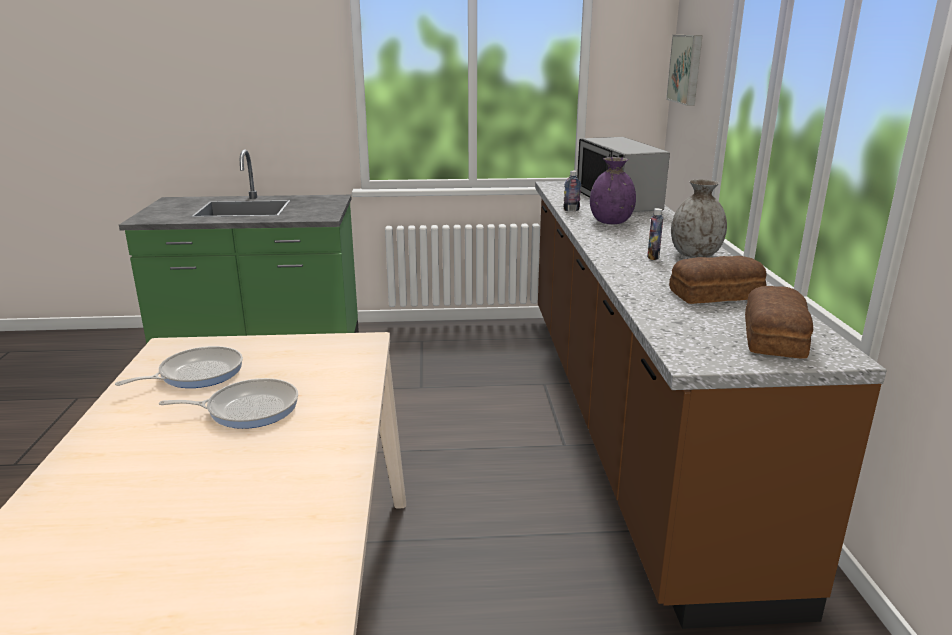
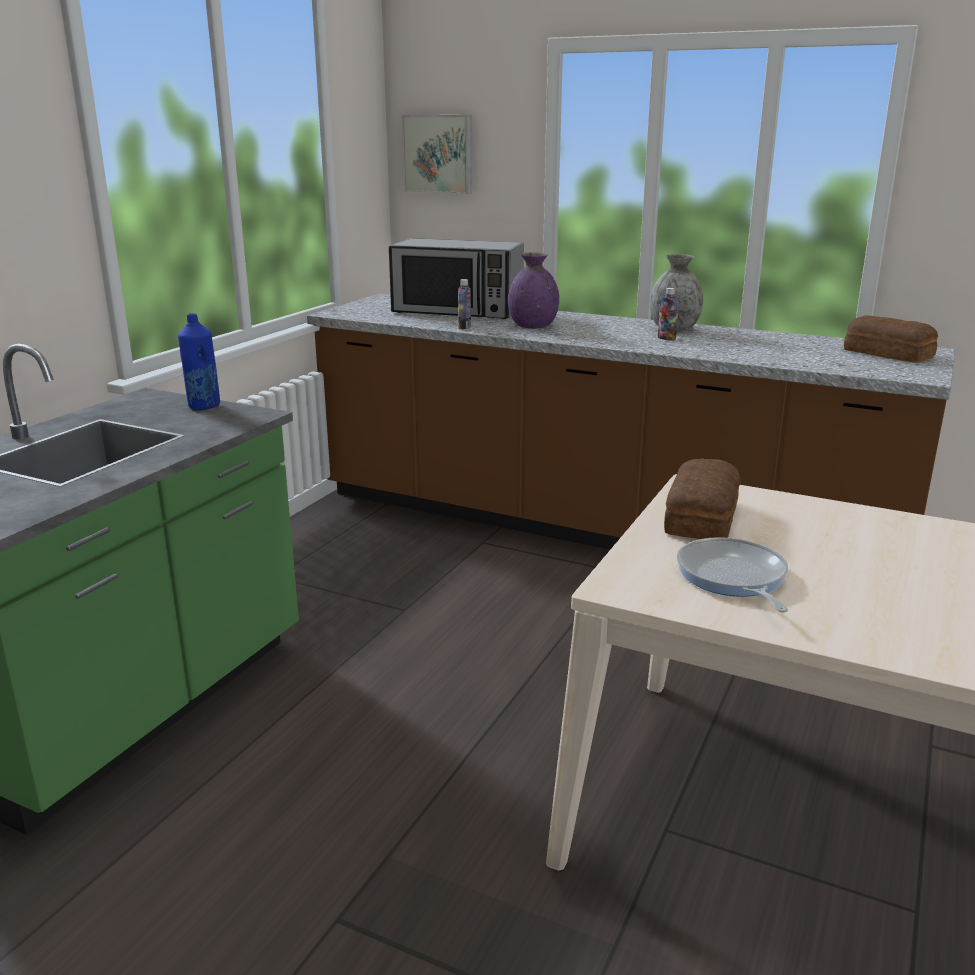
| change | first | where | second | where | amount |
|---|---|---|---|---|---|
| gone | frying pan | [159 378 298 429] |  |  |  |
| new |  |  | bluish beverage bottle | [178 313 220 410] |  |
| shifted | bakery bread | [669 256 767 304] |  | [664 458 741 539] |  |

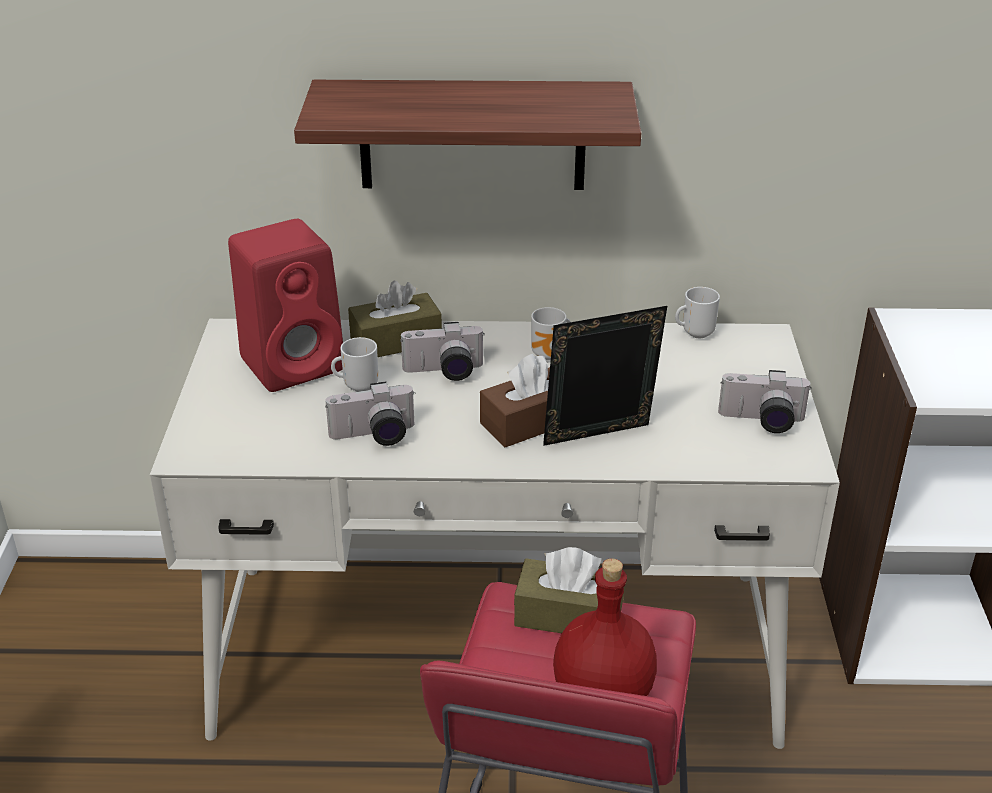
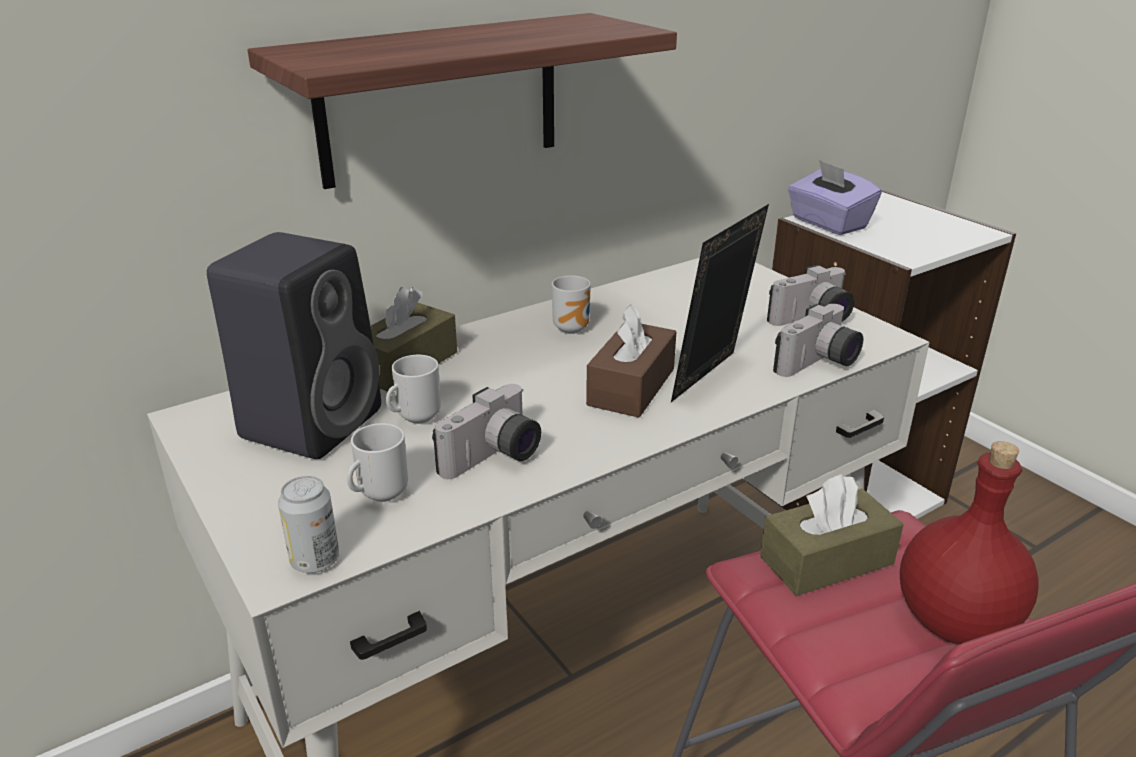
| change | first | where | second | where | amount |
|---|---|---|---|---|---|
| new |  |  | can | [278 476 339 573] |  |
| new |  |  | purplish tissue holder | [788 160 882 235] |  |
| shifted | still camera | [400 322 485 381] |  | [773 304 863 377] |  |
| shifted | coffee mug | [675 287 720 338] |  | [347 423 408 502] |  |
| repainted | red audio speaker | [228 219 343 392] | blackish audio speaker | [207 232 381 459] |  |

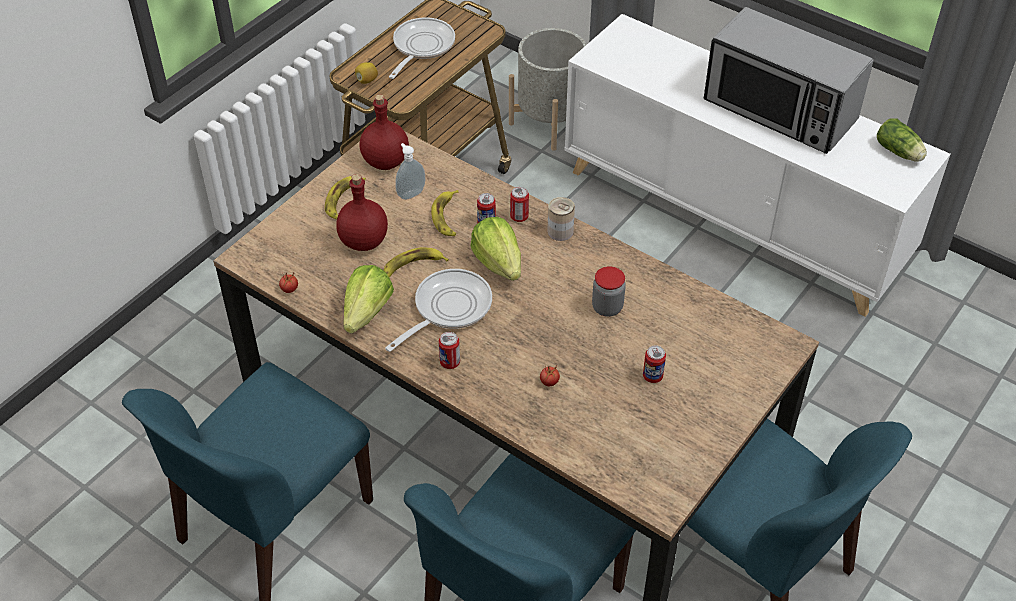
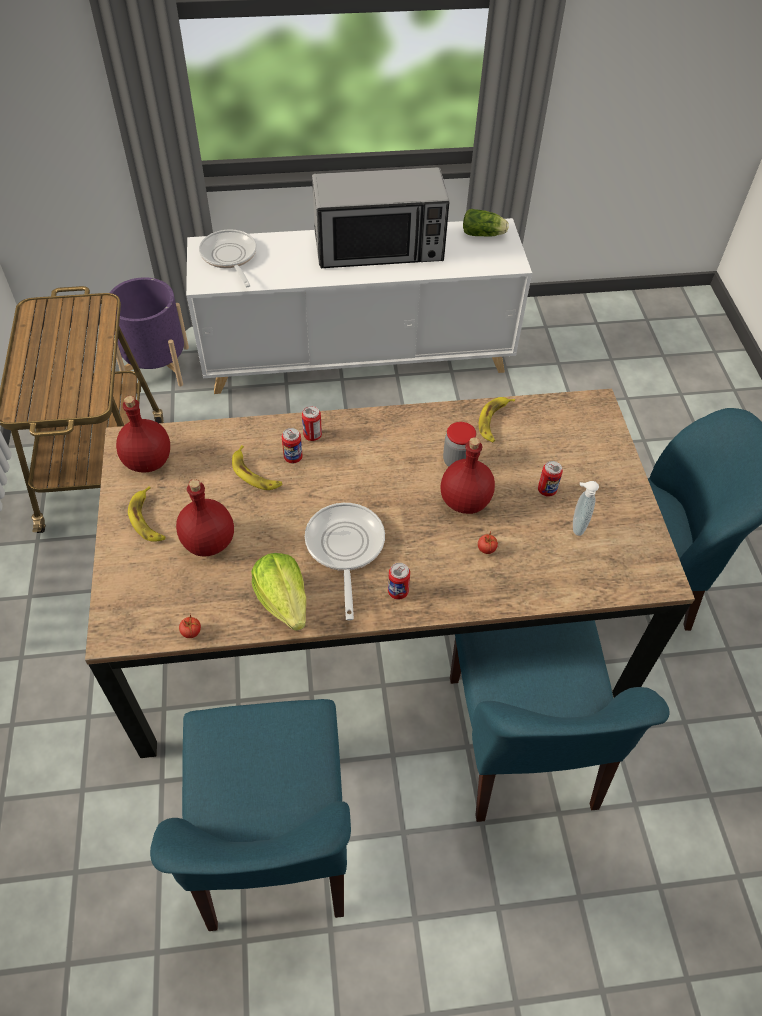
| change | first | where | second | where | amount |
|---|---|---|---|---|---|
| gone | whole lemon | [355 62 378 84] |  |  |  |
| gone | lettuce head | [471 217 521 281] |  |  |  |
| gone | can | [547 197 575 241] |  |  |  |
| new |  |  | red beverage bottle | [441 437 495 514] |  |
| shifted | banana | [383 247 449 277] |  | [479 397 515 442] |  |
| shifted | frying pan | [389 17 455 79] |  | [199 229 257 287] |  |
| shifted | soap bottle | [395 143 425 200] |  | [573 481 599 536] |  |
| repainted | greyish plant pot | [509 28 587 151] | purplish plant pot | [109 277 189 386] |  |

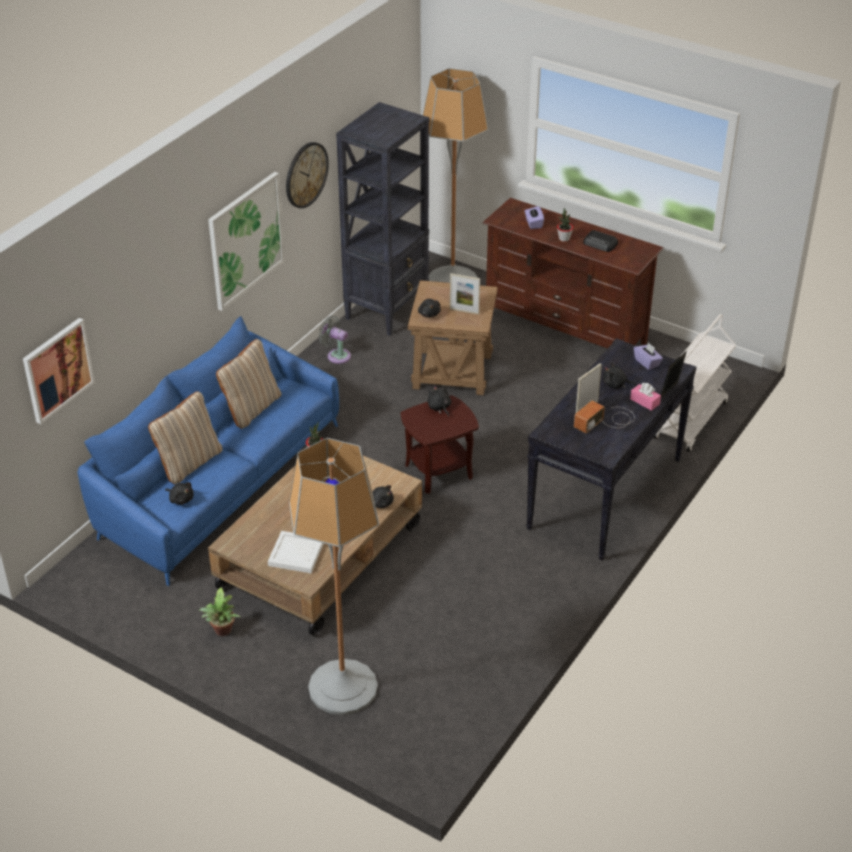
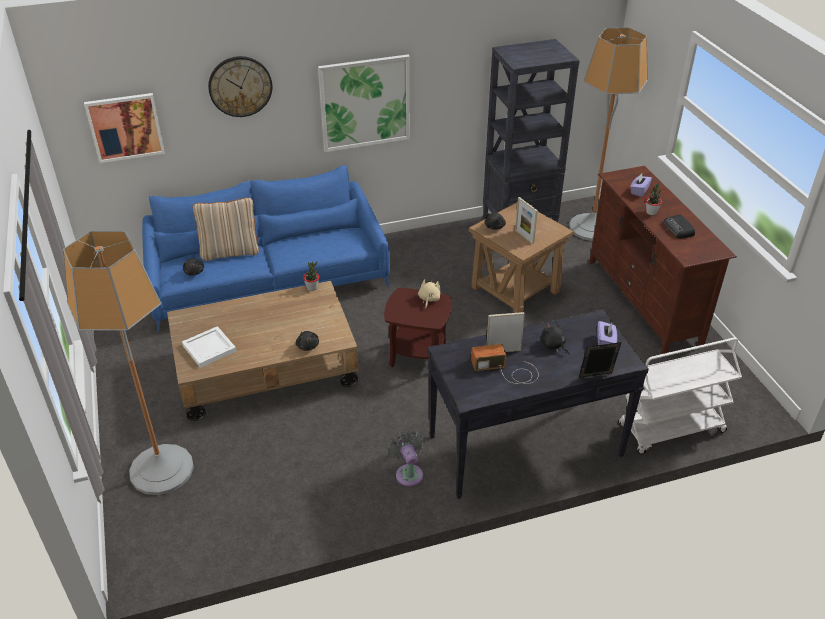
| change | first | where | second | where | amount |
|---|---|---|---|---|---|
| gone | houseplant | [199 587 241 636] |  |  |  |
| gone | sand-coloured throw pillow | [216 339 281 429] |  |  |  |
| gone | pinkish tissue holder | [630 383 661 411] |  |  |  |
| shifted | clock on the wall | [286 142 329 208] |  | [208 56 272 117] |  |
| shifted | greyish electric fan | [318 316 351 364] |  | [388 430 424 487] |  |
| repainted | blackish plush toy | [427 386 451 417] | sand-coloured plush toy | [418 278 441 309] |  |

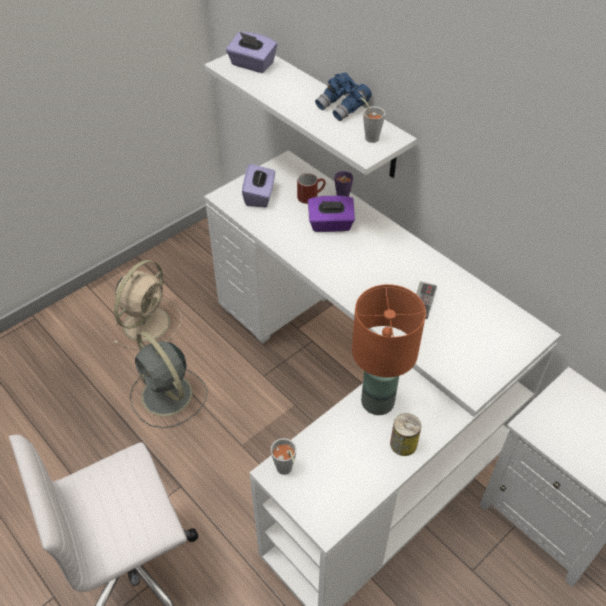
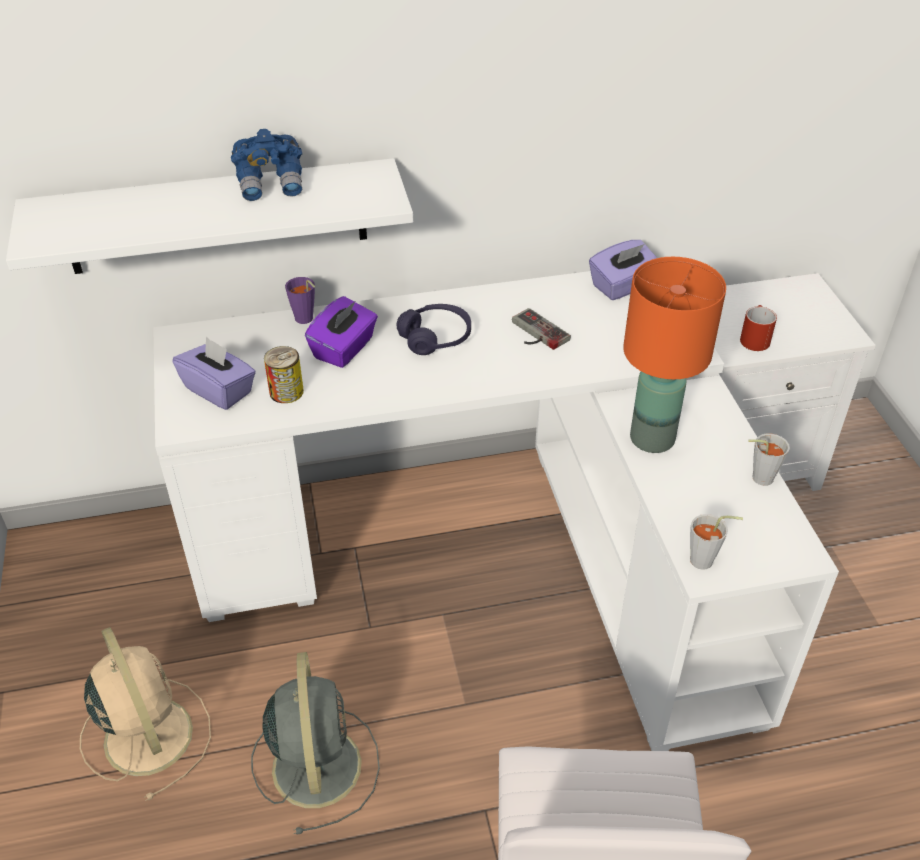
| change | first | where | second | where | amount |
|---|---|---|---|---|---|
| new |  |  | purplish headset | [396 304 471 355] |  |
| shifted | purplish tissue holder | [226 32 277 73] |  | [589 240 657 300] |  |
| shifted | red coffee mug | [297 173 326 204] |  | [740 305 777 351] |  |
| shifted | greyish small cup | [360 97 385 143] |  | [748 433 790 486] |  |
| shifted | can | [390 413 421 456] |  | [264 346 304 403] |  |
| rotated | greyish electric fan | [130 332 207 428] |  | [251 652 380 835] | 90 degrees counterclockwise |

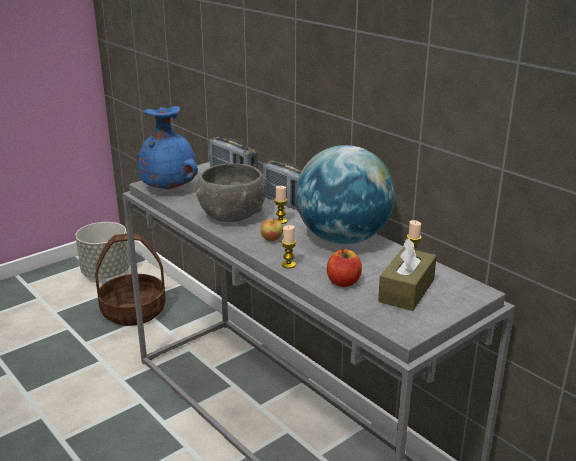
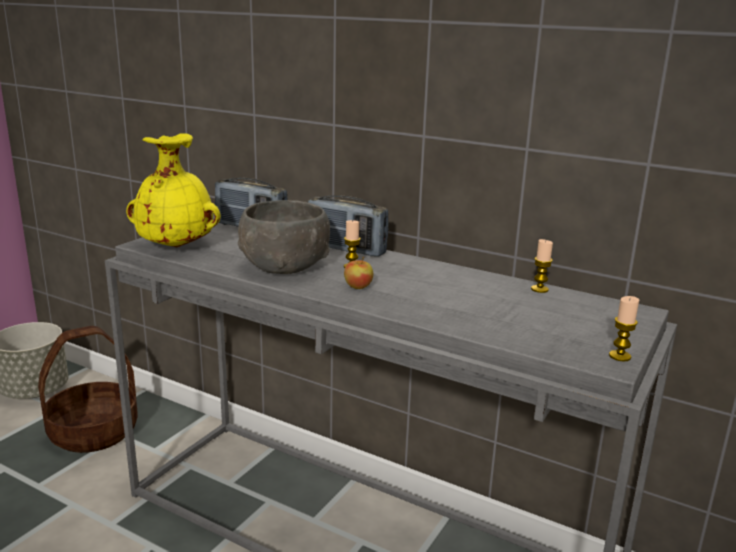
| change | first | where | second | where | amount |
|---|---|---|---|---|---|
| gone | world globe | [296 145 395 244] |  |  |  |
| gone | whole apple | [327 249 362 287] |  |  |  |
| gone | brownish tissue holder | [378 238 437 311] |  |  |  |
| shifted | wax light | [282 225 296 269] |  | [609 296 639 362] |  |
| repainted | bluish vase | [136 106 198 189] | yellow vase | [126 133 221 247] |  |

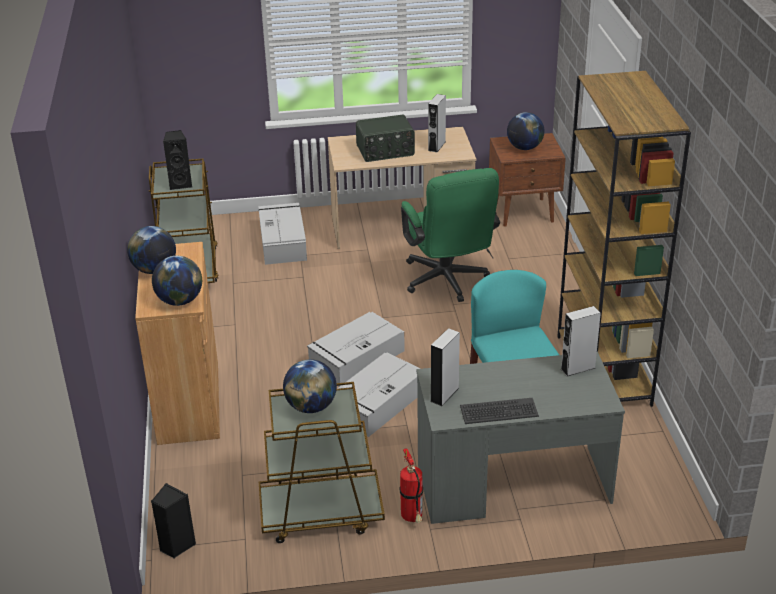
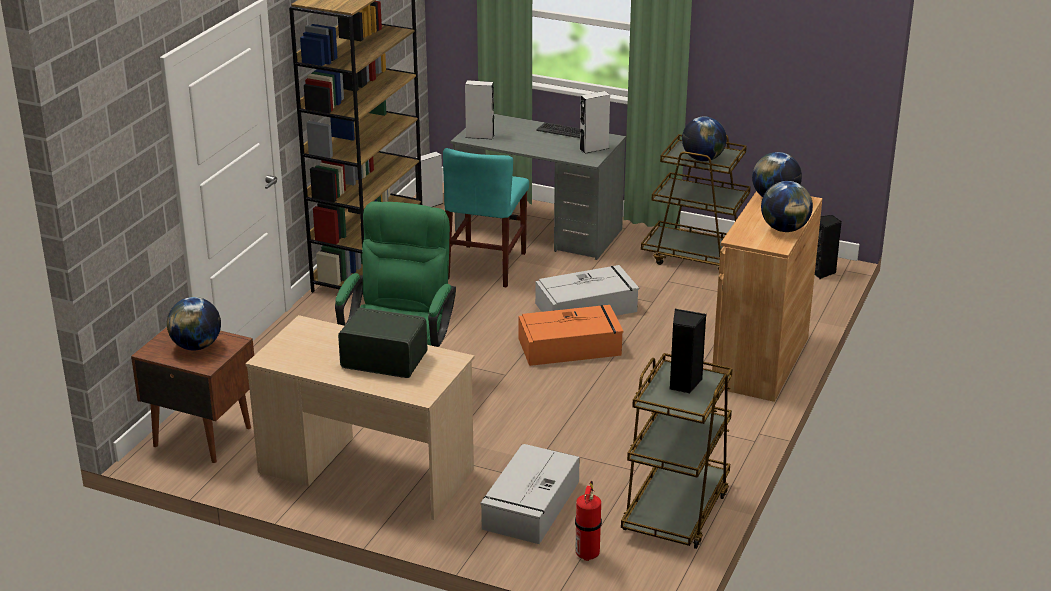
| change | first | where | second | where | amount |
|---|---|---|---|---|---|
| shifted | fire-fighting cylinder | [400 448 423 523] |  | [575 481 602 561] |  |
| shifted | greyish audio speaker | [428 94 446 152] |  | [415 152 443 207] |  |
| repainted | greyish storage container | [307 312 405 387] | orangey storage container | [518 305 623 366] |  |

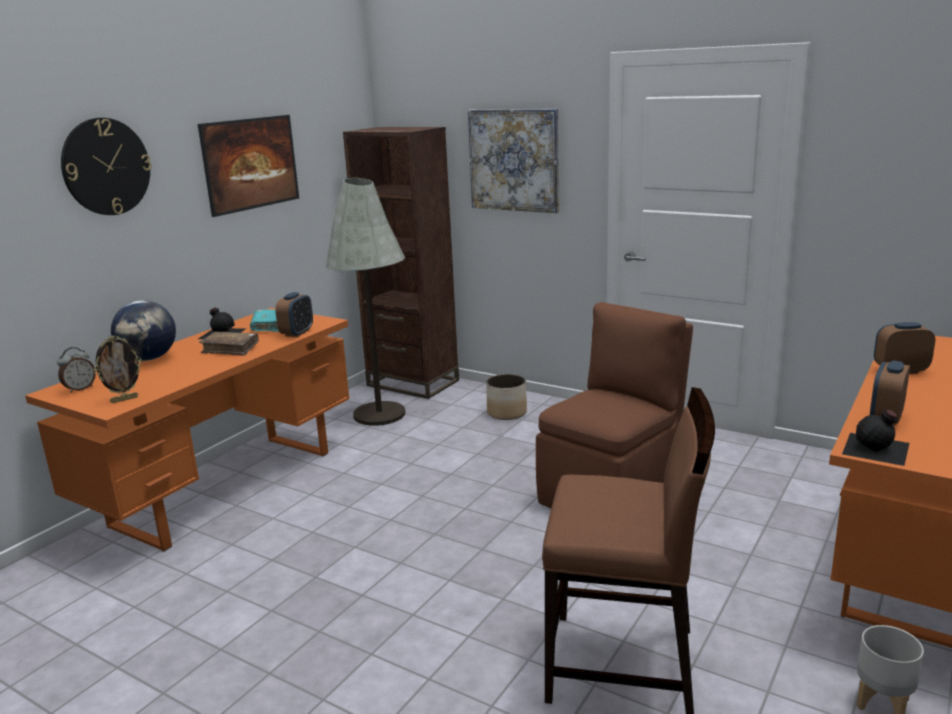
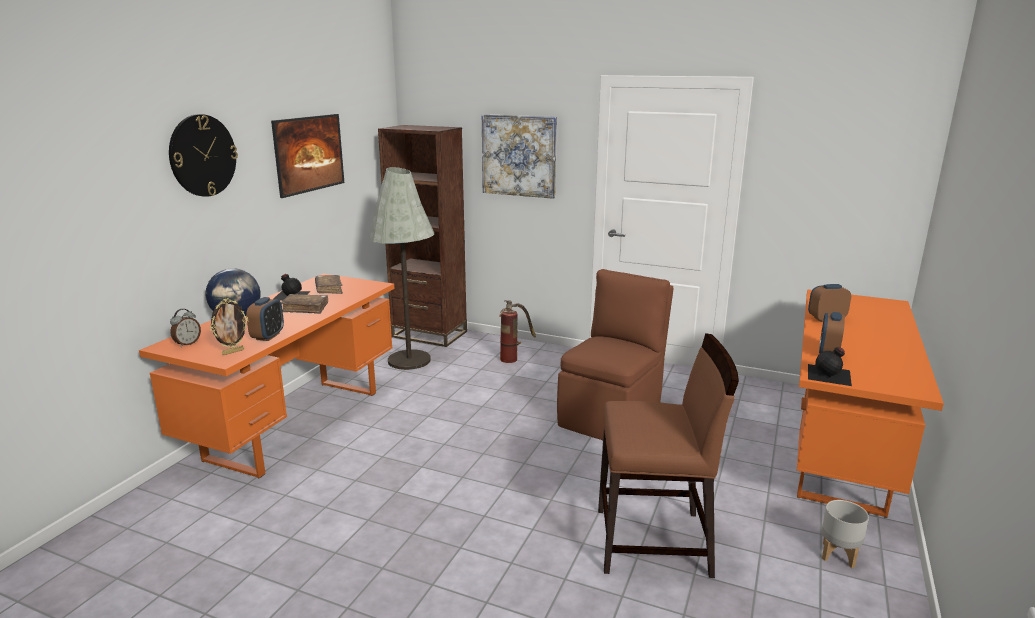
| change | first | where | second | where | amount |
|---|---|---|---|---|---|
| shifted | table clock | [275 292 313 337] |  | [246 297 284 341] |  |
| swapped | plant pot | [486 374 527 420] | fire-fighting cylinder | [499 300 536 363] |  |
| repainted | turquoise-coloured book | [250 309 279 332] | brownish book | [315 275 343 294] |  |

